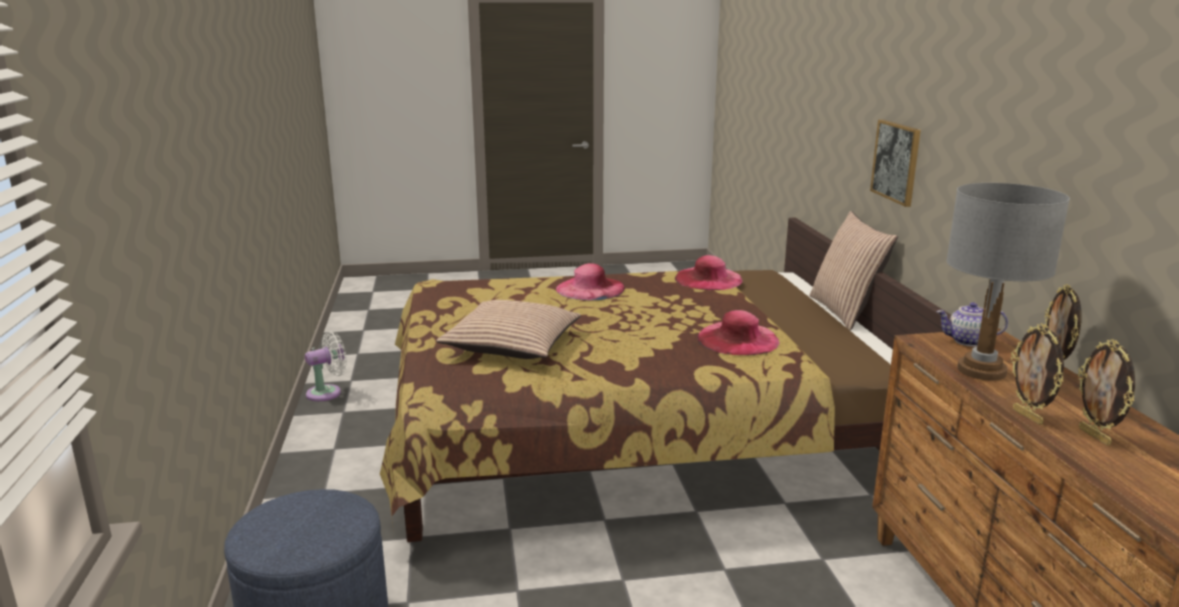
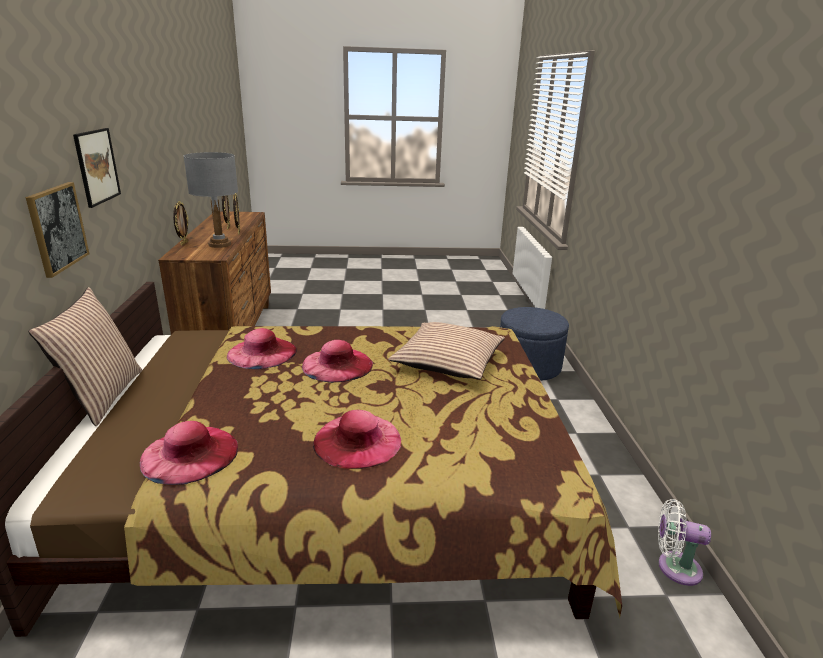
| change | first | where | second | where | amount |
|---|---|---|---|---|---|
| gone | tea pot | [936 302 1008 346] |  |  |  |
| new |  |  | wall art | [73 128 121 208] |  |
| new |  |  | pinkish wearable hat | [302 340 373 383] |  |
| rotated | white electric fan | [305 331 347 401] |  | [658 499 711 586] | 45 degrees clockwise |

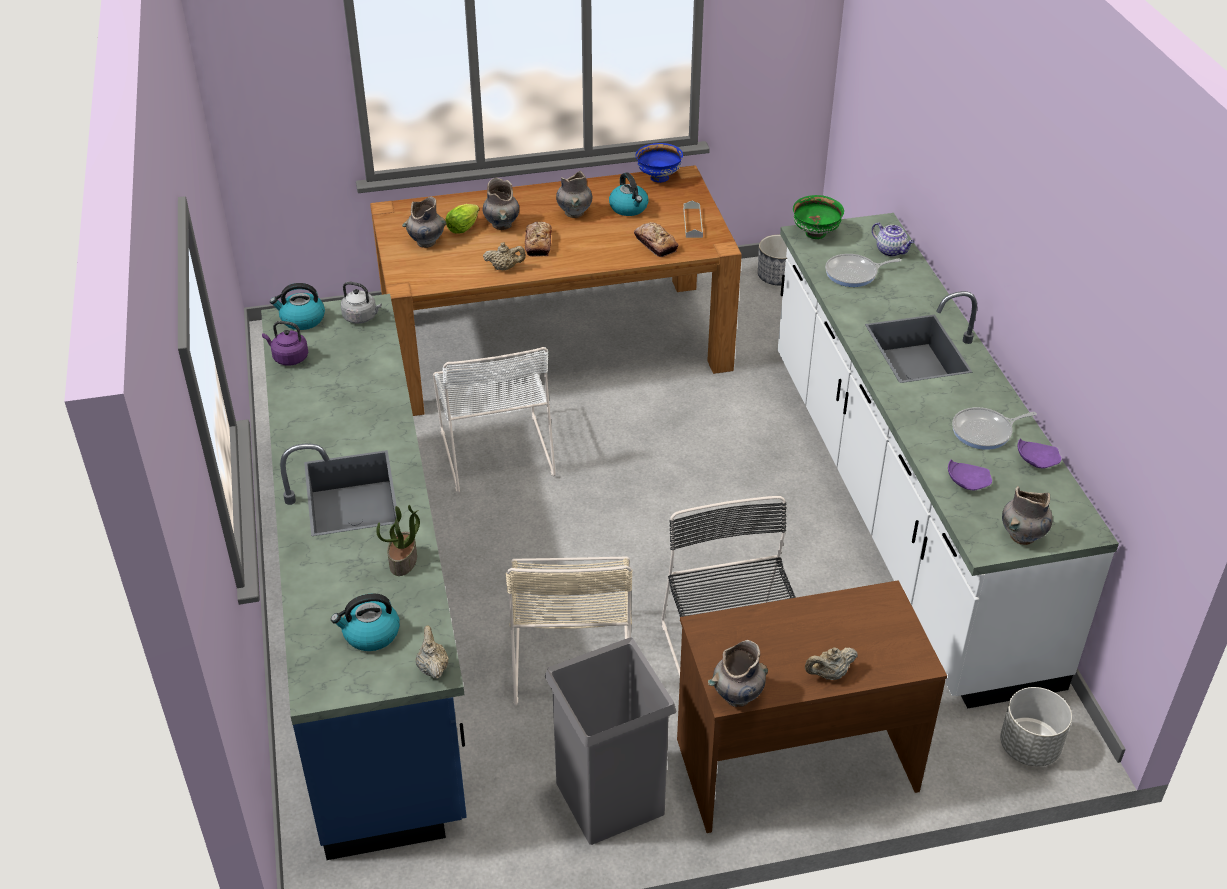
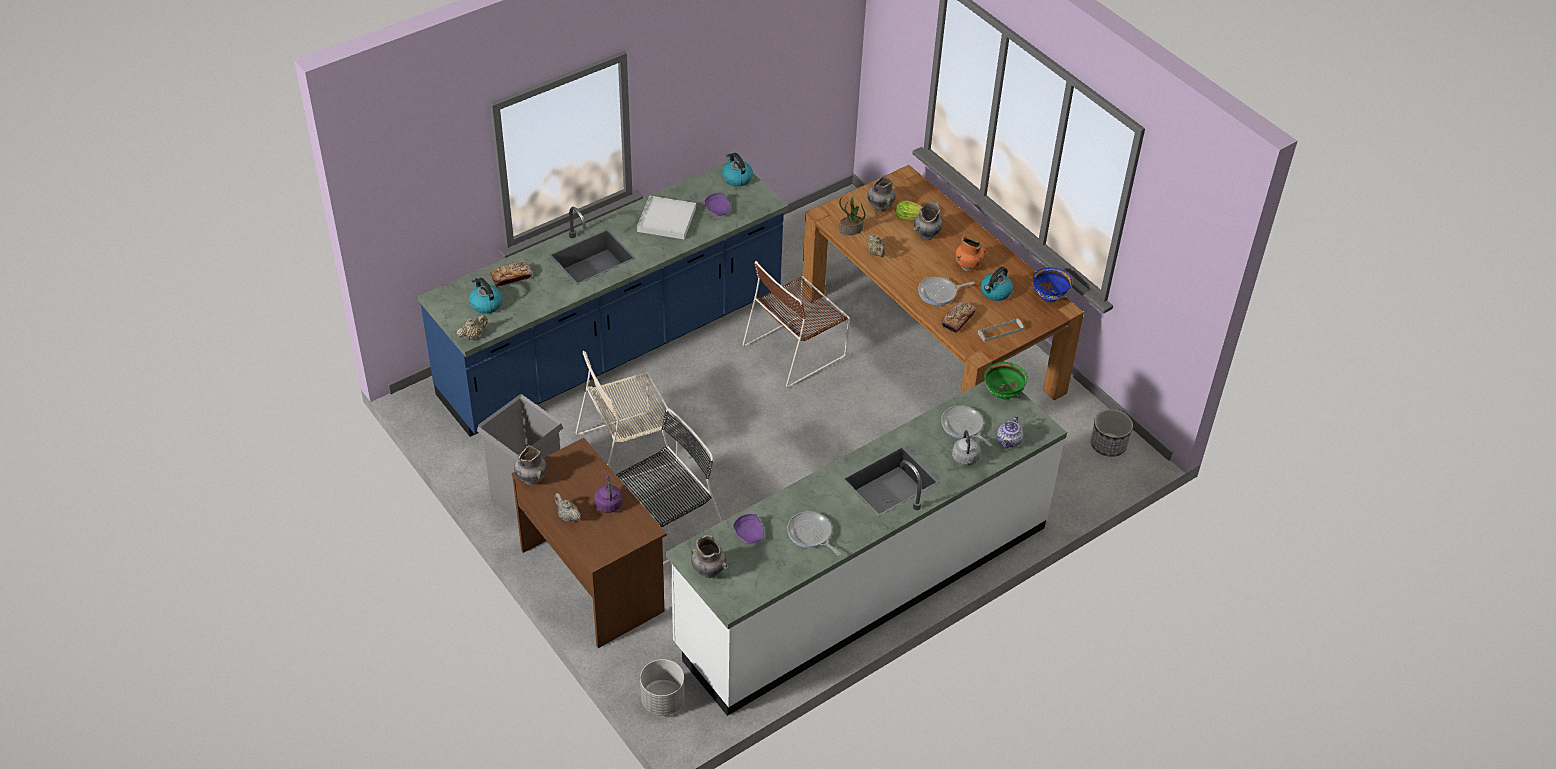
| change | first | where | second | where | amount |
|---|---|---|---|---|---|
| new |  |  | white tray | [637 196 696 239] |  |
| new |  |  | frying pan | [918 277 975 305] |  |
| shifted | purplish tea kettle | [262 321 308 366] |  | [594 476 623 513] |  |
| shifted | greyish tea kettle | [341 282 382 324] |  | [952 430 980 465] |  |
| shifted | houseplant | [376 505 420 576] |  | [839 196 865 235] |  |
| shifted | bakery bread | [525 222 551 257] |  | [490 262 532 287] |  |
| shifted | purplish plate | [1018 438 1061 469] |  | [704 193 730 216] |  |
| repainted | white upright chair | [433 347 556 493] | brownish upright chair | [743 261 850 387] |  |
| repainted | greyish vase | [556 171 593 218] | orangey vase | [955 235 986 271] |  |

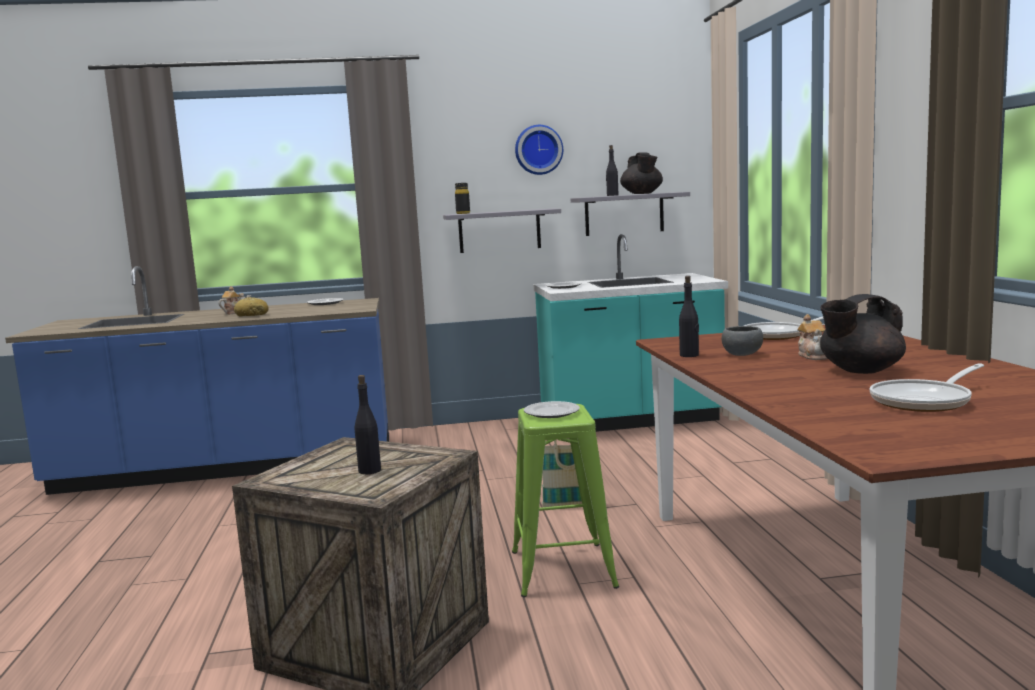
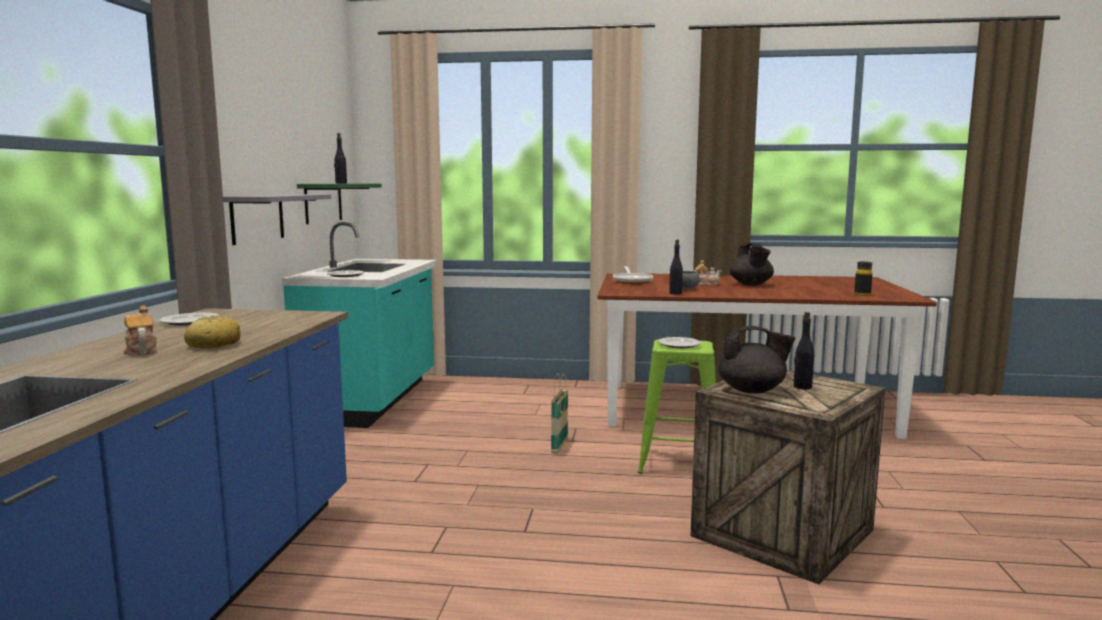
| change | first | where | second | where | amount |
|---|---|---|---|---|---|
| gone | clock on the wall | [515 125 563 175] |  |  |  |
| gone | frying pan | [870 363 984 412] |  |  |  |
| shifted | blackish beverage bottle | [455 183 470 214] |  | [854 262 872 296] |  |
| shifted | blackish tea pot | [620 152 663 194] |  | [718 326 796 393] |  |
| repainted | greyish bracket shelf | [571 192 690 236] | greenish bracket shelf | [297 184 382 224] |  |

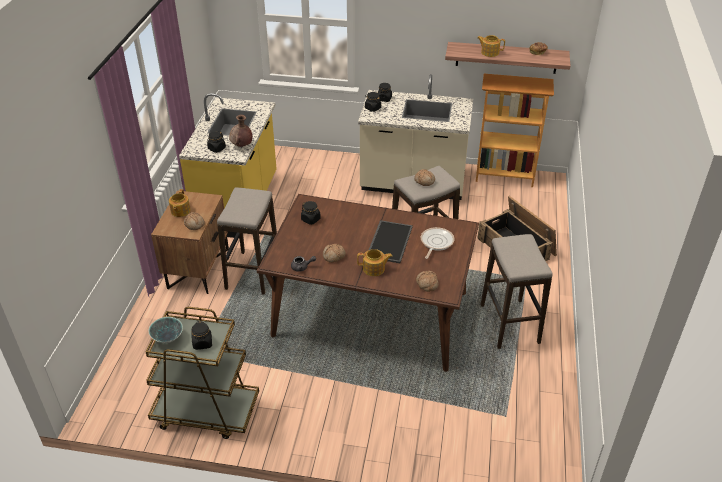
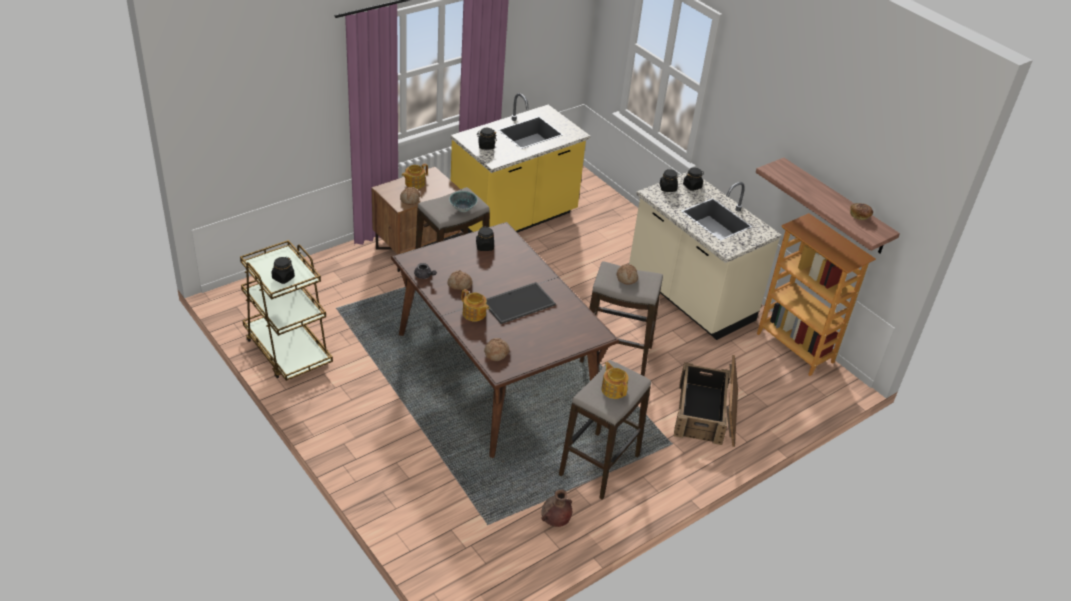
| change | first | where | second | where | amount |
|---|---|---|---|---|---|
| gone | frying pan | [421 227 455 259] |  |  |  |
| shifted | deep dish | [148 317 183 343] |  | [449 191 478 212] |  |
| shifted | brownish vase | [229 115 253 147] |  | [541 489 572 527] |  |
| shifted | tea pot | [477 35 505 57] |  | [601 362 629 399] |  |

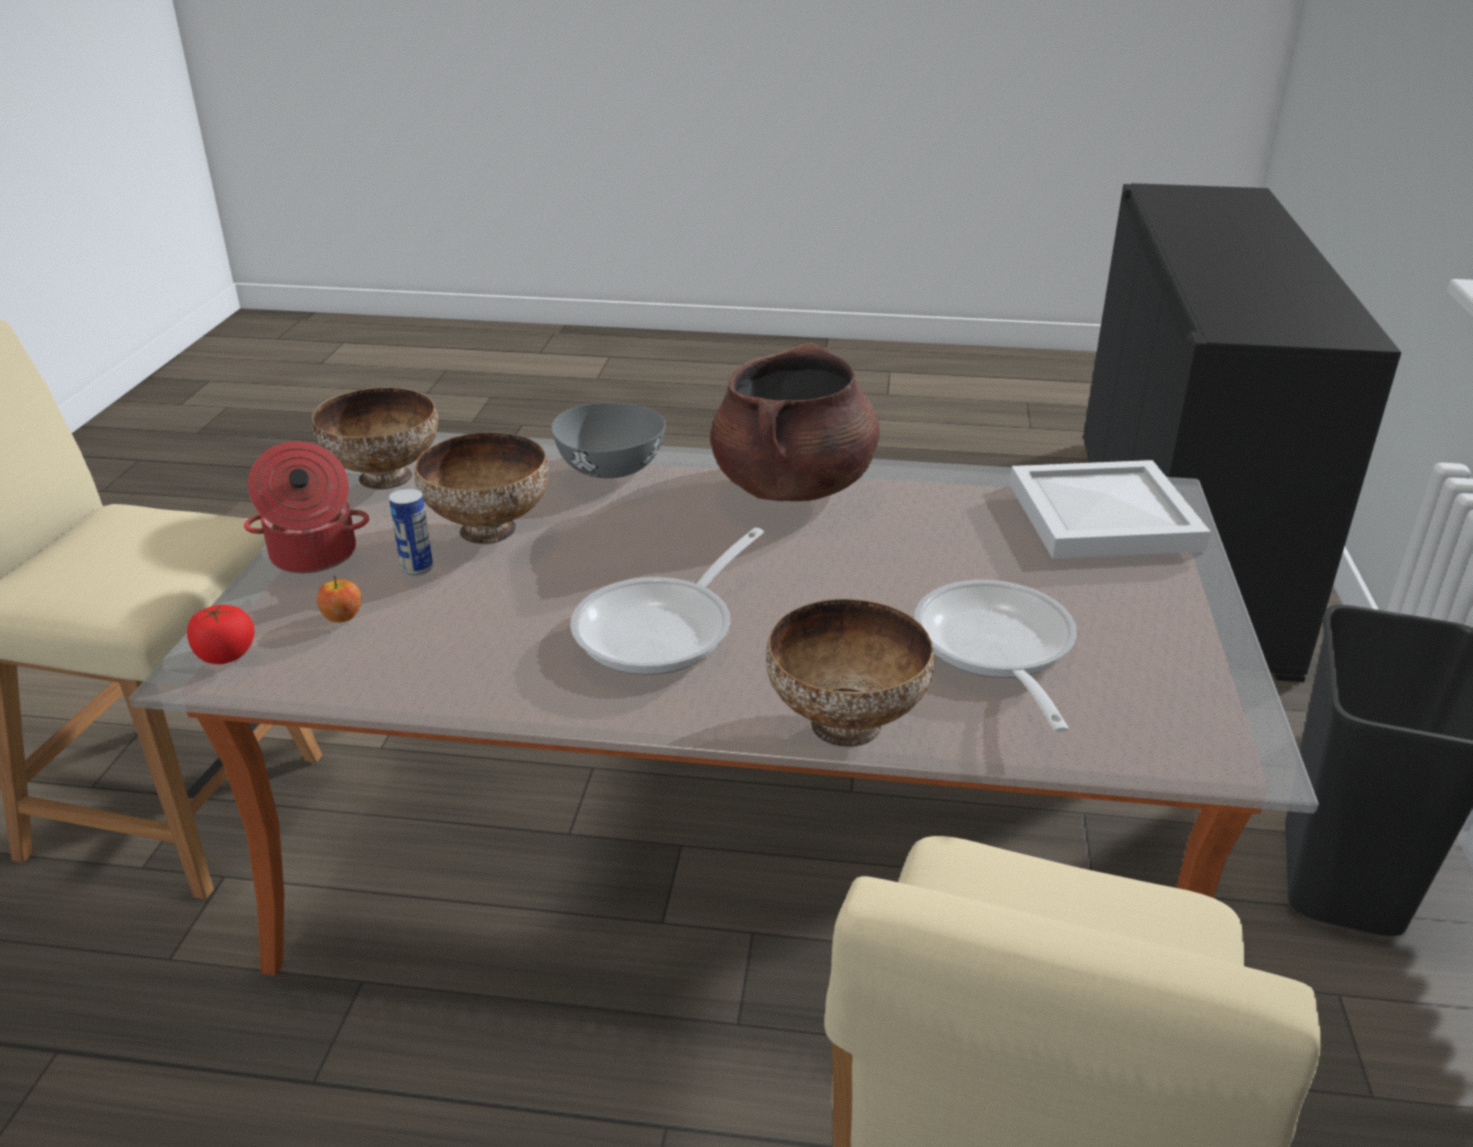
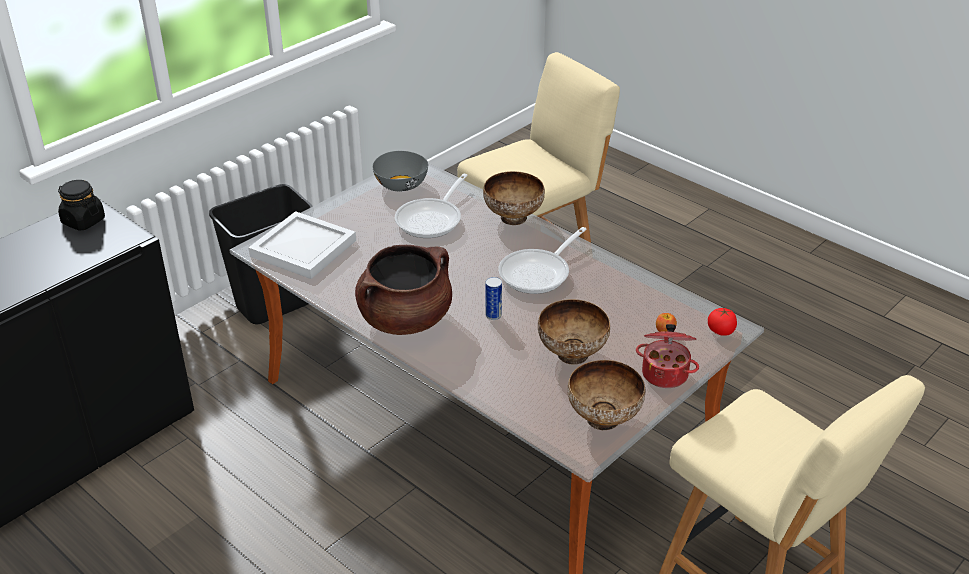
| change | first | where | second | where | amount |
|---|---|---|---|---|---|
| new |  |  | blackish preserve jar | [58 180 105 231] |  |
| shifted | can | [389 488 433 576] |  | [486 277 502 320] |  |
| shifted | greyish deep dish | [552 403 666 478] |  | [372 151 428 191] |  |
| rotated | frying pan | [570 528 764 675] |  | [498 227 587 294] | 150 degrees clockwise |

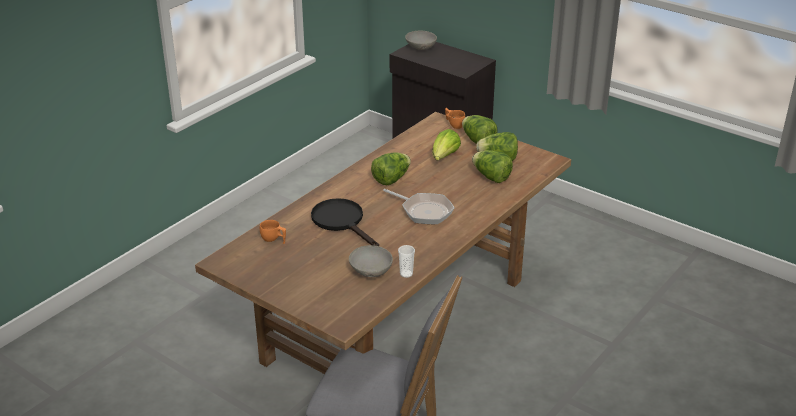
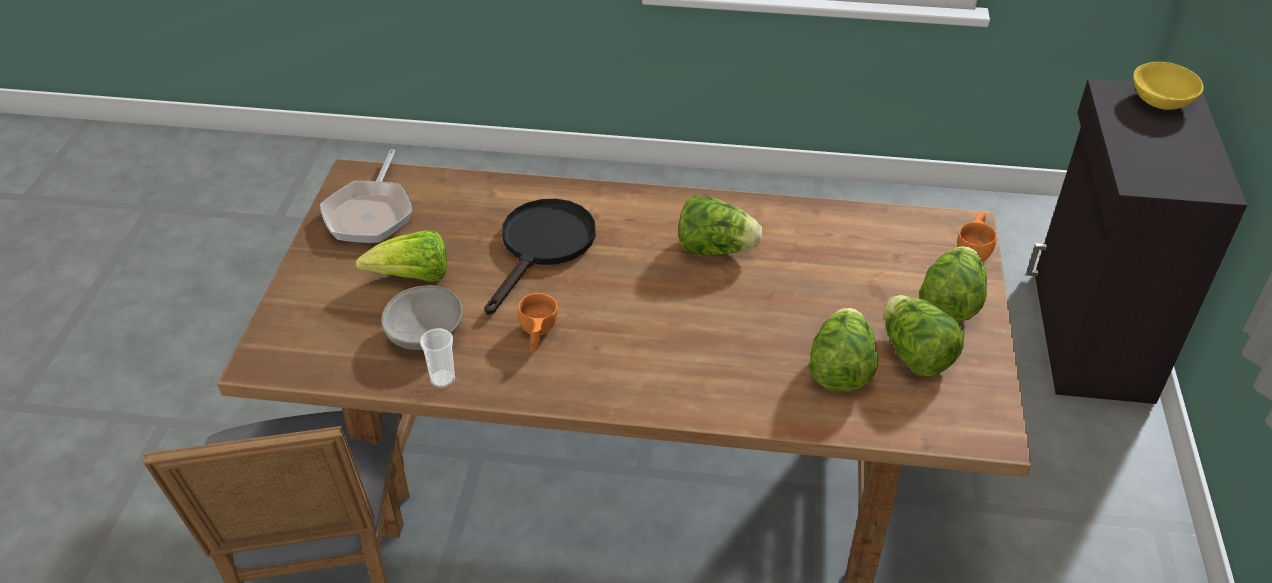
| change | first | where | second | where | amount |
|---|---|---|---|---|---|
| shifted | orangey small cup | [260 220 286 244] |  | [518 293 558 352] |  |
| shifted | frying pan | [383 189 455 224] |  | [320 149 412 243] |  |
| shifted | lettuce head | [432 129 461 160] |  | [355 230 447 282] |  |
| repainted | greyish deep dish | [405 31 437 50] | yellow deep dish | [1133 62 1204 110] |  |

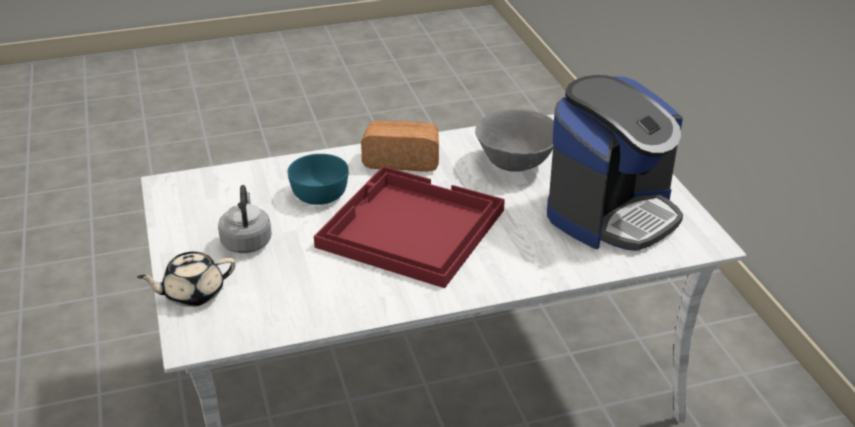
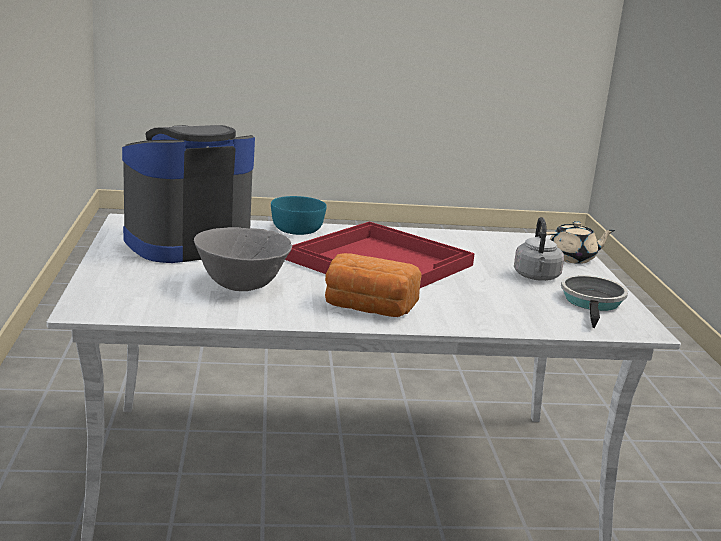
| change | first | where | second | where | amount |
|---|---|---|---|---|---|
| new |  |  | frying pan | [561 275 628 328] |  |
| shifted | turquoise-coloured deep dish | [288 154 349 205] |  | [271 196 327 235] |  |

